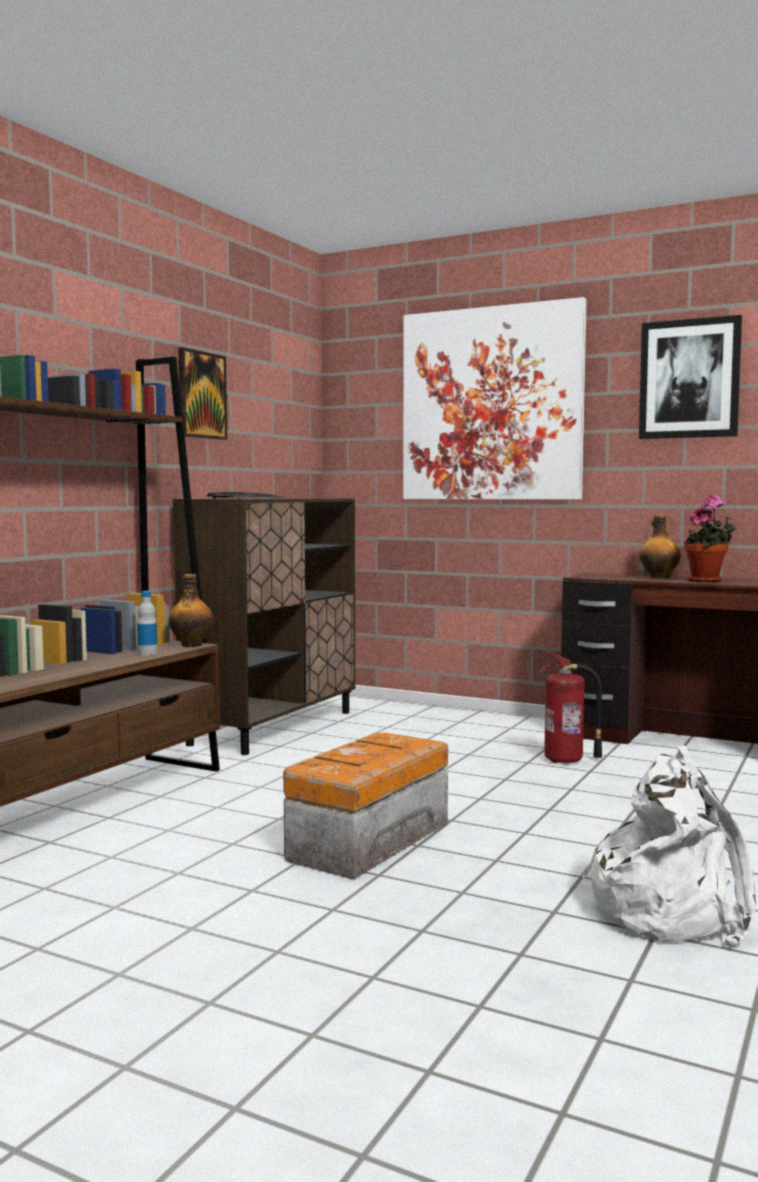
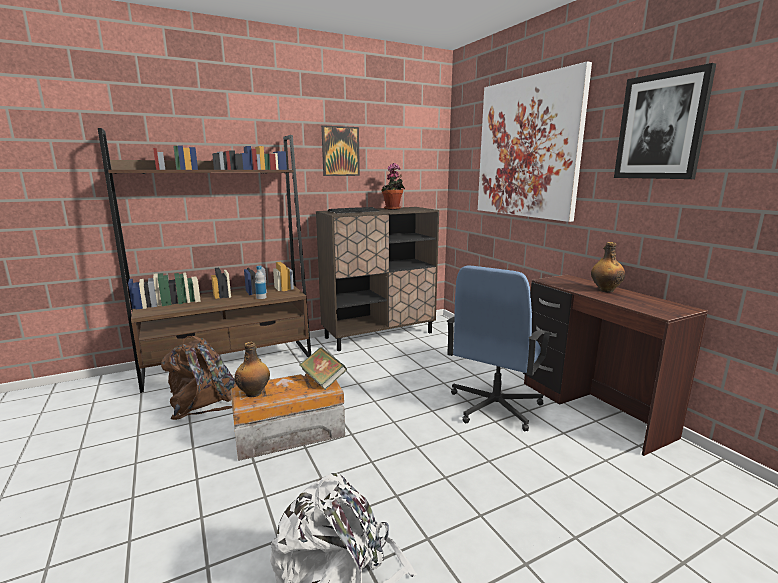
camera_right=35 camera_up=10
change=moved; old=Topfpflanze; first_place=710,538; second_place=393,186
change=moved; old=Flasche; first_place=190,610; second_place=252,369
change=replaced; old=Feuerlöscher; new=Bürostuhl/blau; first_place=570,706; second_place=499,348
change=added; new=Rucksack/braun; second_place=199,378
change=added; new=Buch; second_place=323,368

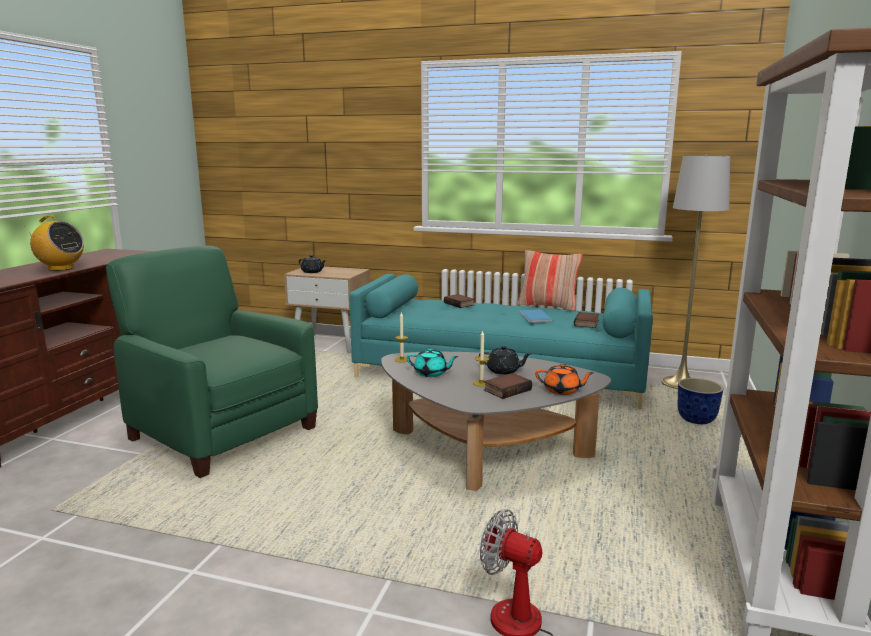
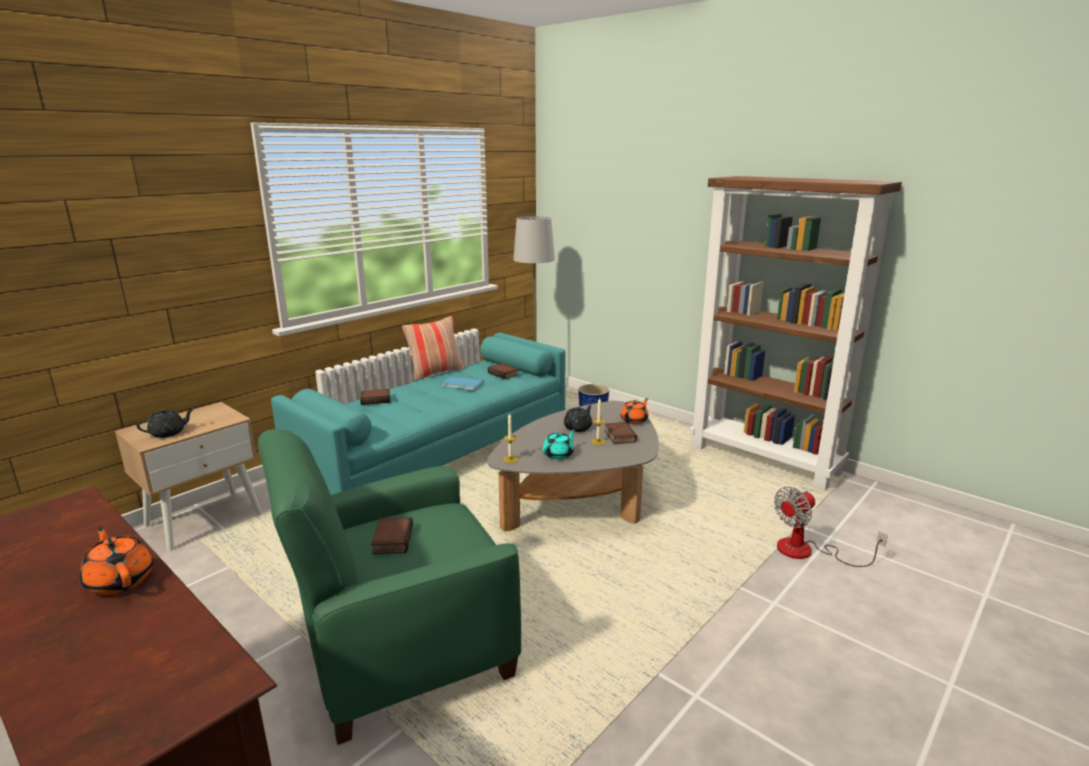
camera_right=-65 camera_up=5
change=replaced; old=Radio; new=Teekanne/orange; first_place=54,243; second_place=117,561
change=added; new=Buch; second_place=392,535

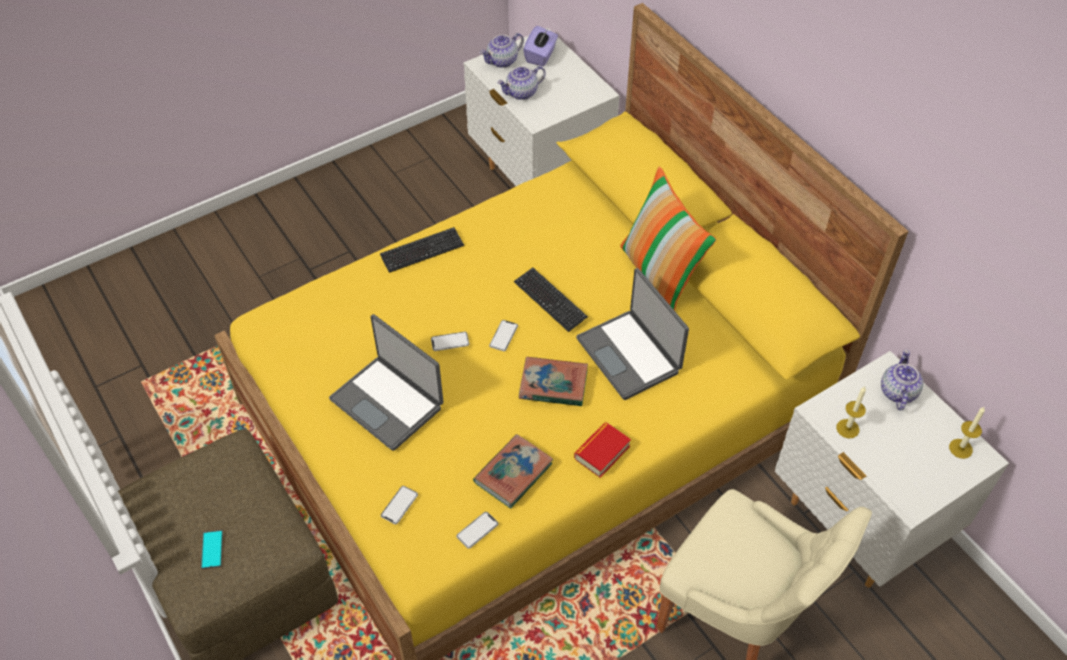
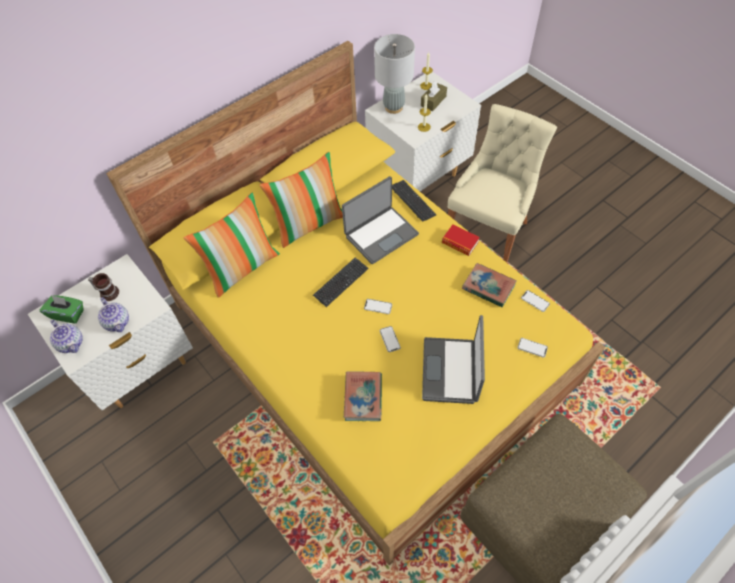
camera_right=-95 camera_up=5
change=recoloured; old=Taschentuchbox/lila; new=Taschentuchbox/grün; first_place=540,46; second_place=61,309
change=moved; old=Tastatur; first_place=422,250; second_place=414,201
change=turned; old=Laptop; first_place=386,382; second_place=453,359; degrees=150
change=replaced; old=Teekanne; new=Tischlampe/grau; first_place=902,379; second_place=394,74
change=moved; old=Buch; first_place=553,381; second_place=363,396
change=removed; old=Handy; first_place=212,549
change=added; new=Taschentuchbox/braun; second_place=434,96
change=added; new=Kissen; second_place=232,245
change=added; new=Henkelbecher; second_place=103,287

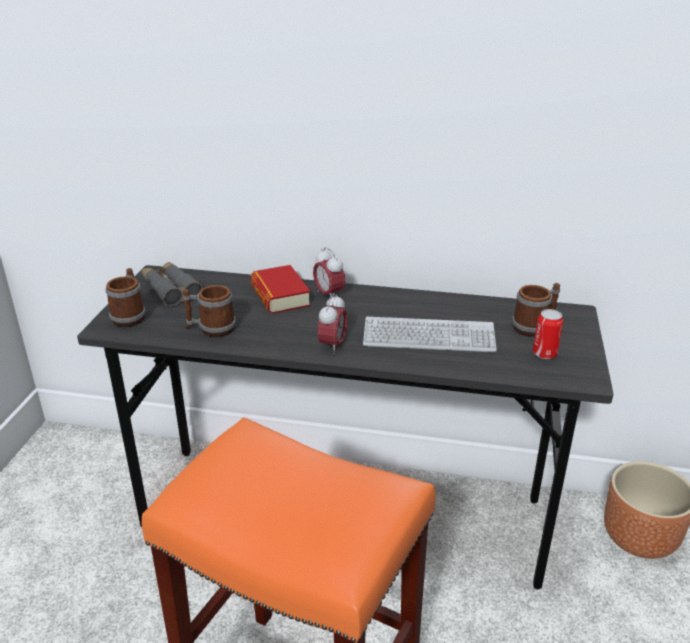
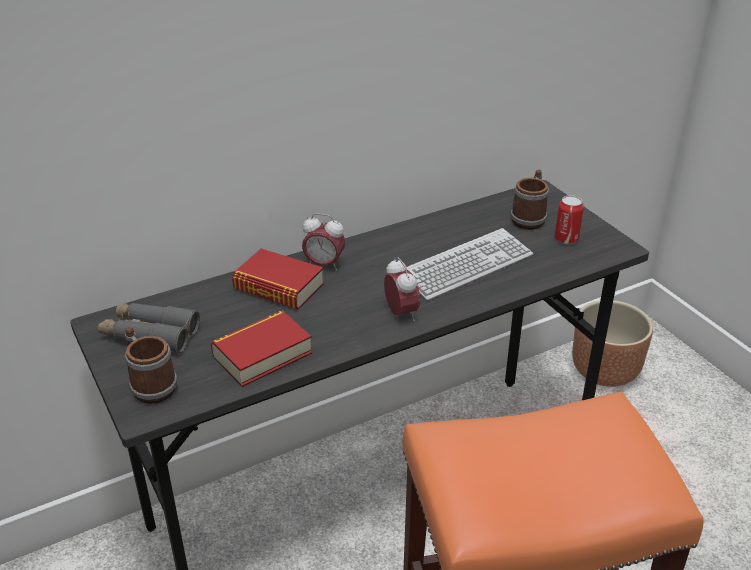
camera_right=-40 camera_up=5
change=replaced; old=Henkelbecher; new=Buch; first_place=209,311; second_place=261,349

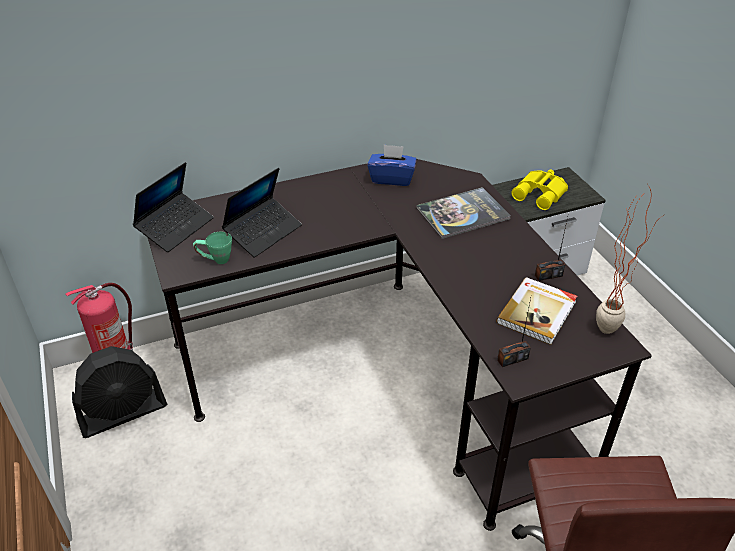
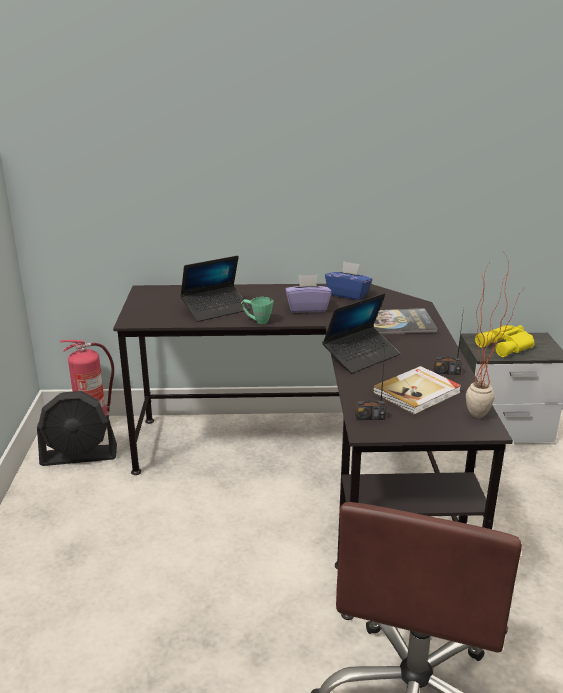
camera_right=20 camera_up=-15
change=moved; old=Laptop; first_place=173,207; second_place=361,333
change=moved; old=Henkelbecher/grün; first_place=212,248; second_place=257,310
change=added; new=Taschentuchbox/lila; second_place=308,294

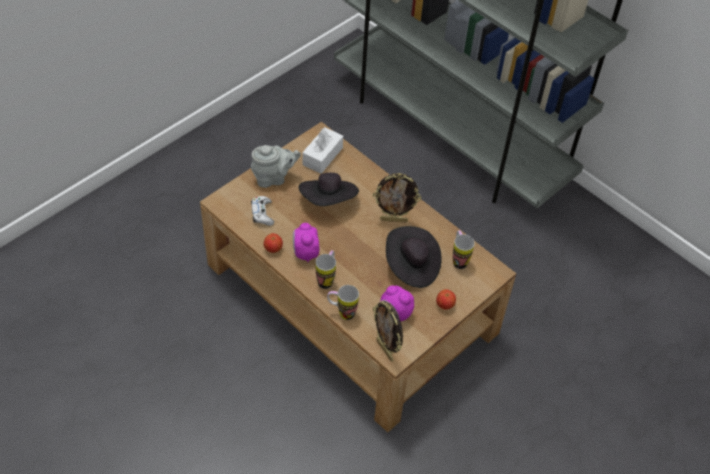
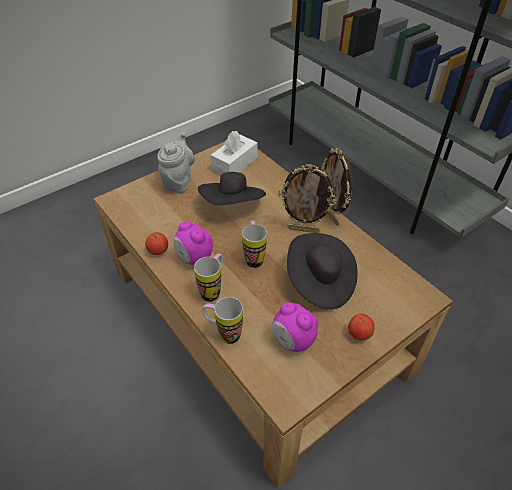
camera_right=10 camera_up=-5
change=turned; old=Teekanne/grau; first_place=276,166; second_place=176,162; degrees=-75
change=removed; old=Gamepad/weiß; first_place=262,211
change=turned; old=Wecker; first_place=306,242; second_place=193,243; degrees=-45
change=moved; old=Henkelbecher; first_place=464,249; second_place=254,244
change=moved; old=Bilderrahmen; first_place=388,331; second_place=337,186

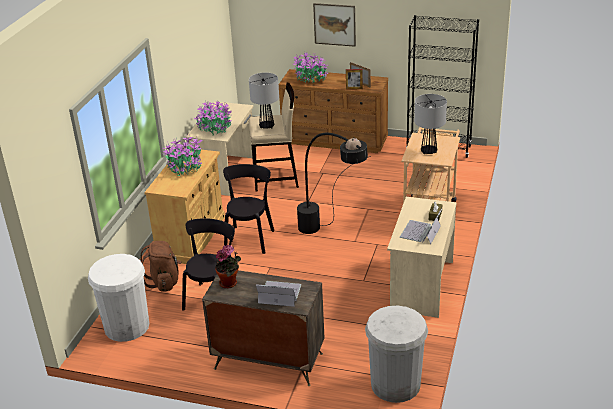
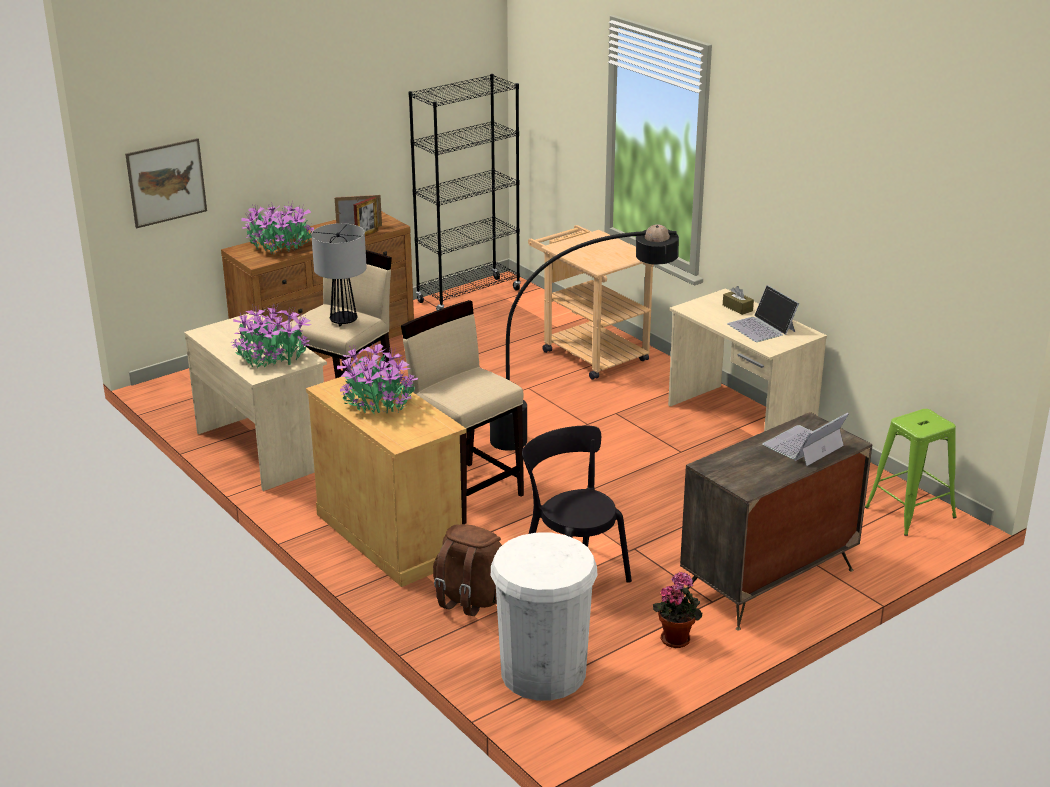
camera_right=-55 camera_up=-5
change=moved; old=Bild; first_place=334,25; second_place=166,183
change=removed; old=Tischlampe; first_place=430,124
change=replaced; old=Stuhl/schwarz; new=Hocker/beige; first_place=248,209; second_place=462,412
change=moved; old=Topfpflanze; first_place=228,266; second_place=677,610
change=replaced; old=Mülleimer/weiß; new=Hocker/grün; first_place=396,354; second_place=911,472

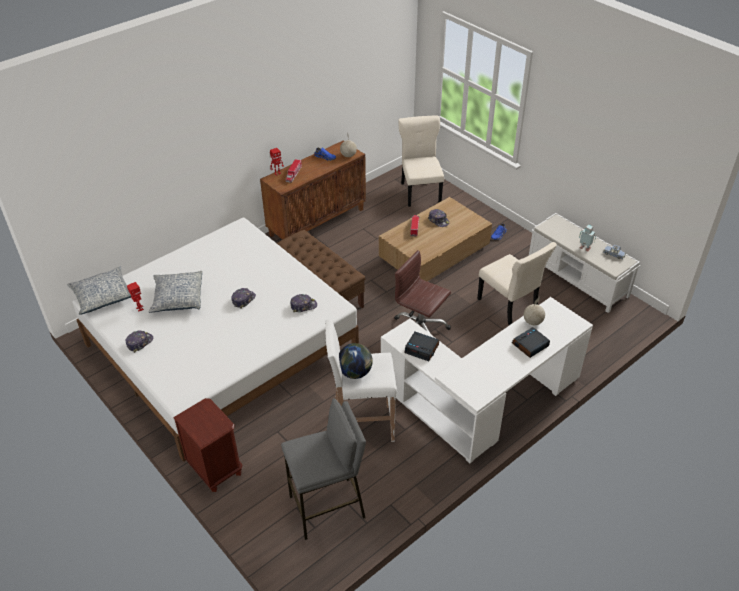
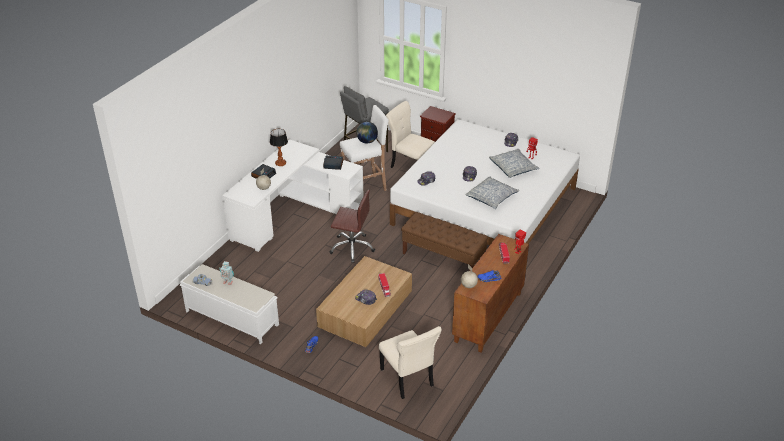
camera_right=160 camera_up=-5
change=moved; old=Stuhl/beige; first_place=517,283; second_place=410,134
change=moved; old=Kissen; first_place=99,291; second_place=492,192
change=added; new=Tischlampe; second_place=279,147

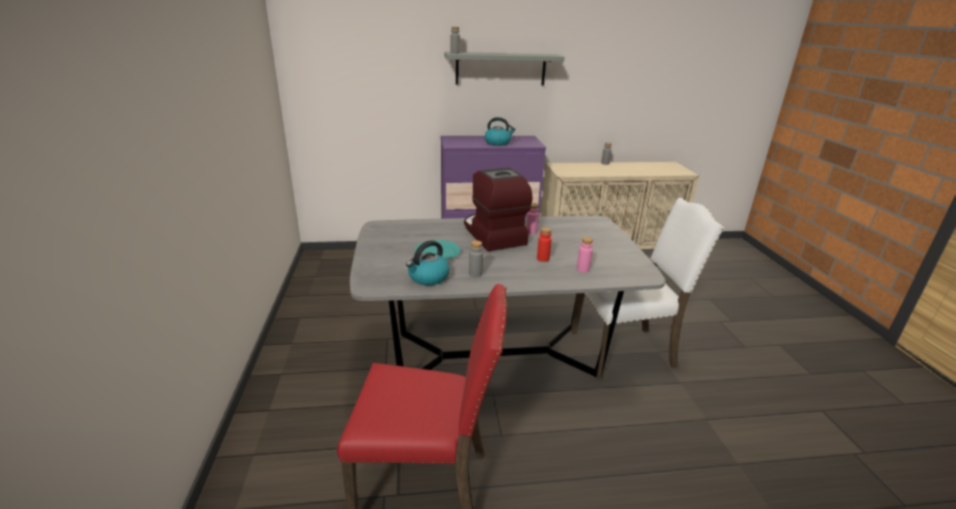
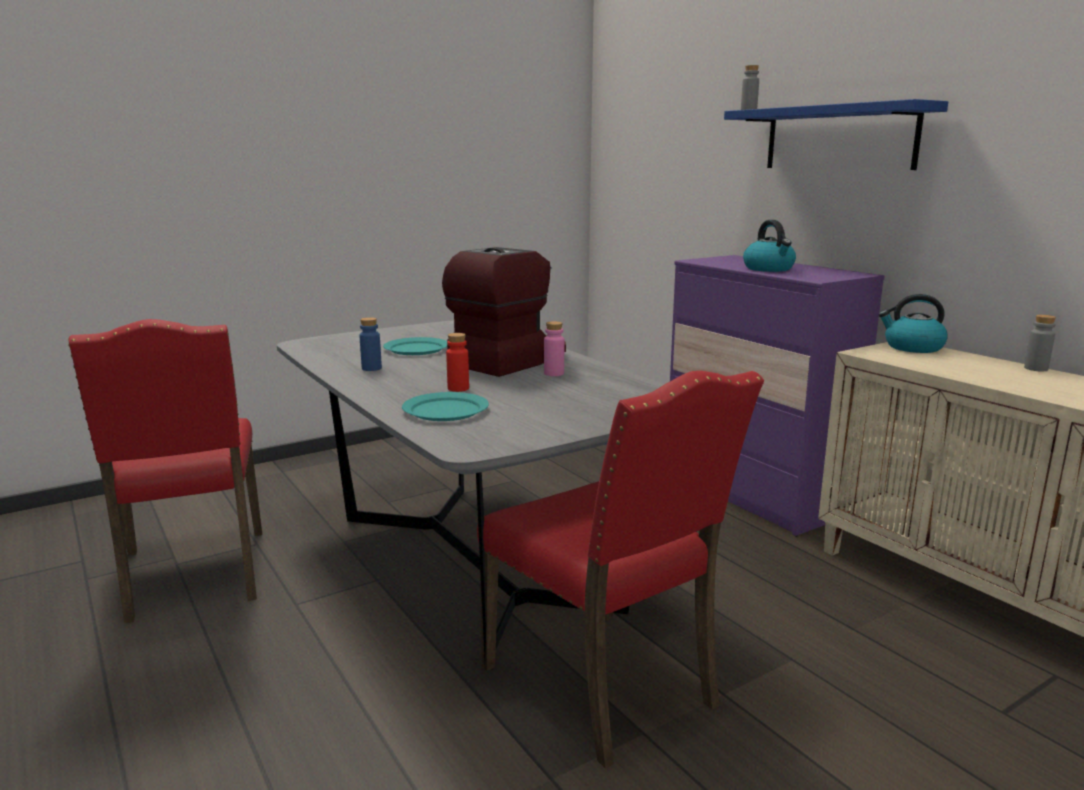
camera_right=65 camera_up=-10
change=recoloured; old=Wandregal/grau; new=Wandregal/blau; first_place=504,69; second_place=836,134
change=recoloured; old=Stuhl/weiß; new=Stuhl/rot; first_place=648,288; second_place=620,570
change=replaced; old=Flasche/rosa; new=Teller/türkis; first_place=585,255; second_place=445,406
change=moved; old=Wasserkessel; first_place=428,262; second_place=913,323
change=recoloured; old=Flasche/grau; new=Flasche/blau; first_place=476,258; second_place=370,344

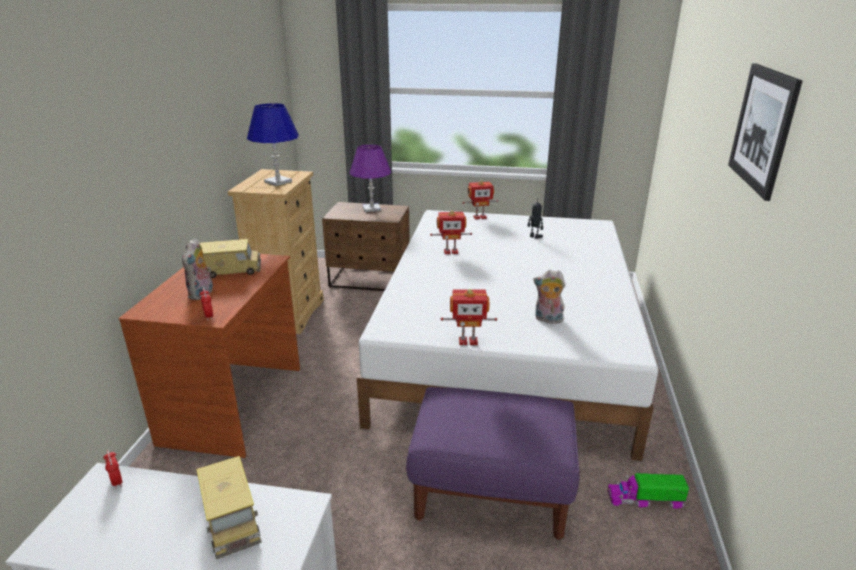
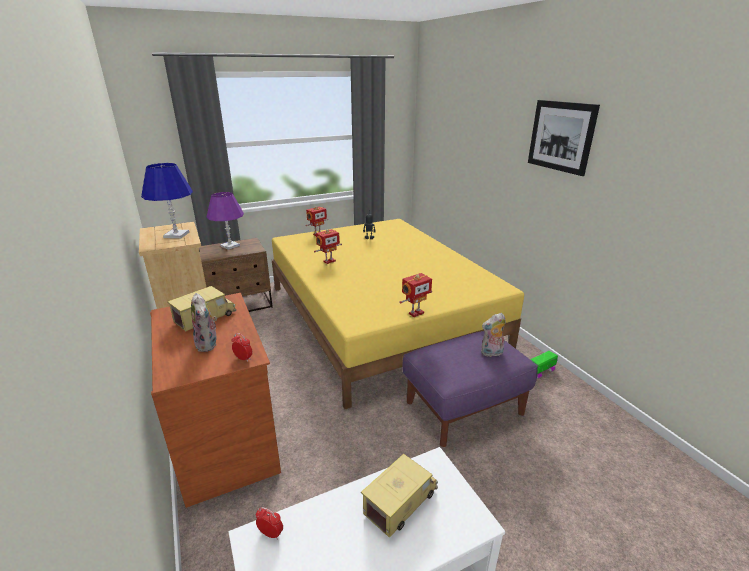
camera_right=-35 camera_up=0
change=recoloured; old=Bett/weiß; new=Bett/gelb; first_place=507,335; second_place=398,314
change=moved; old=Plüschtier; first_place=549,297; second_place=493,335
change=turned; old=Spielzeuglaster; first_place=229,507; second_place=399,496; degrees=-75

